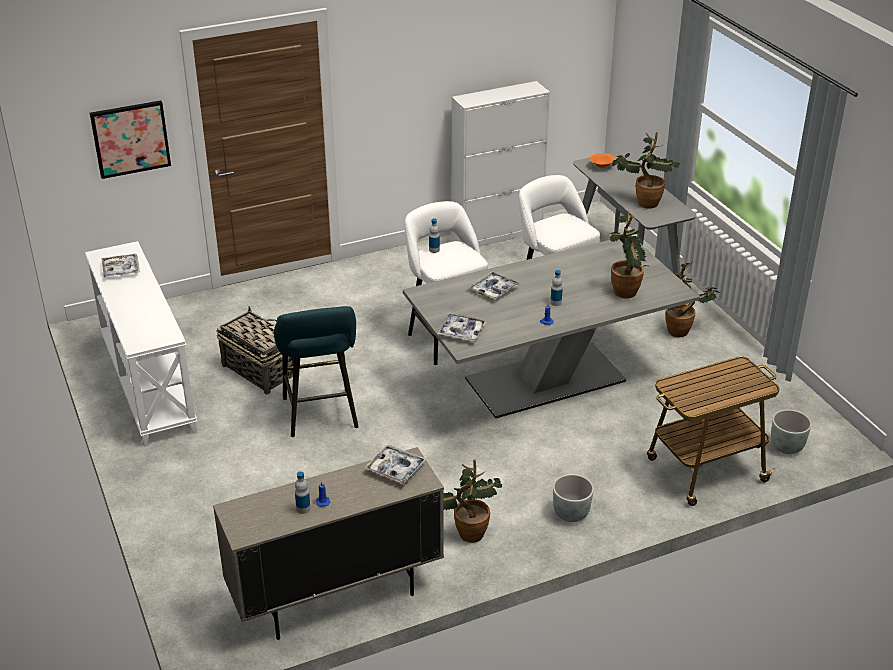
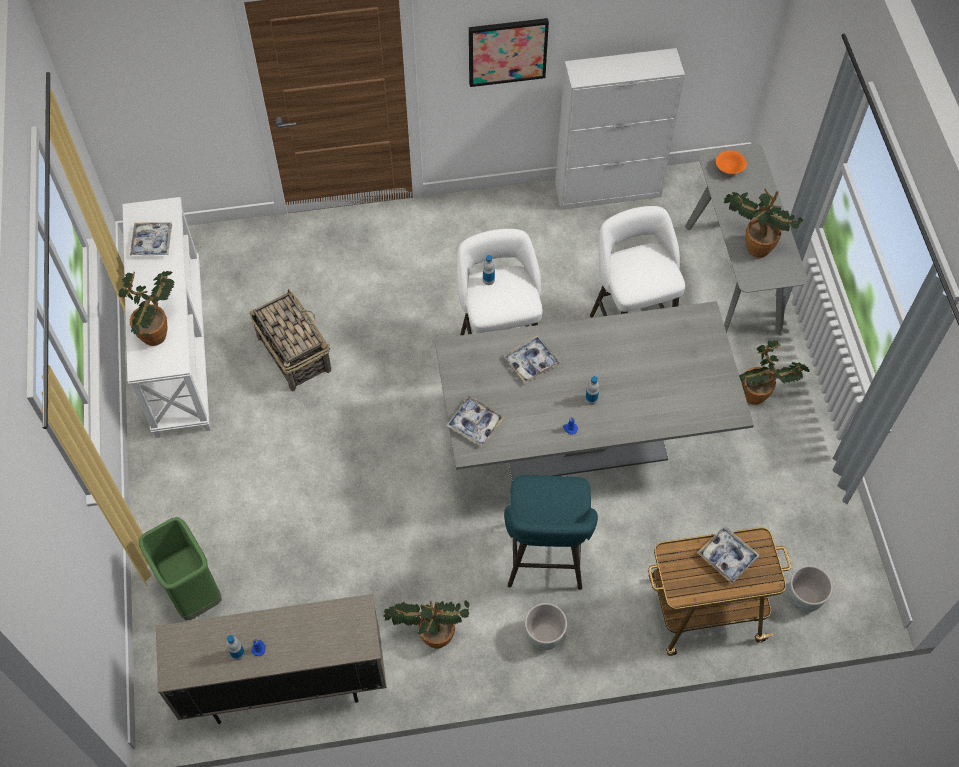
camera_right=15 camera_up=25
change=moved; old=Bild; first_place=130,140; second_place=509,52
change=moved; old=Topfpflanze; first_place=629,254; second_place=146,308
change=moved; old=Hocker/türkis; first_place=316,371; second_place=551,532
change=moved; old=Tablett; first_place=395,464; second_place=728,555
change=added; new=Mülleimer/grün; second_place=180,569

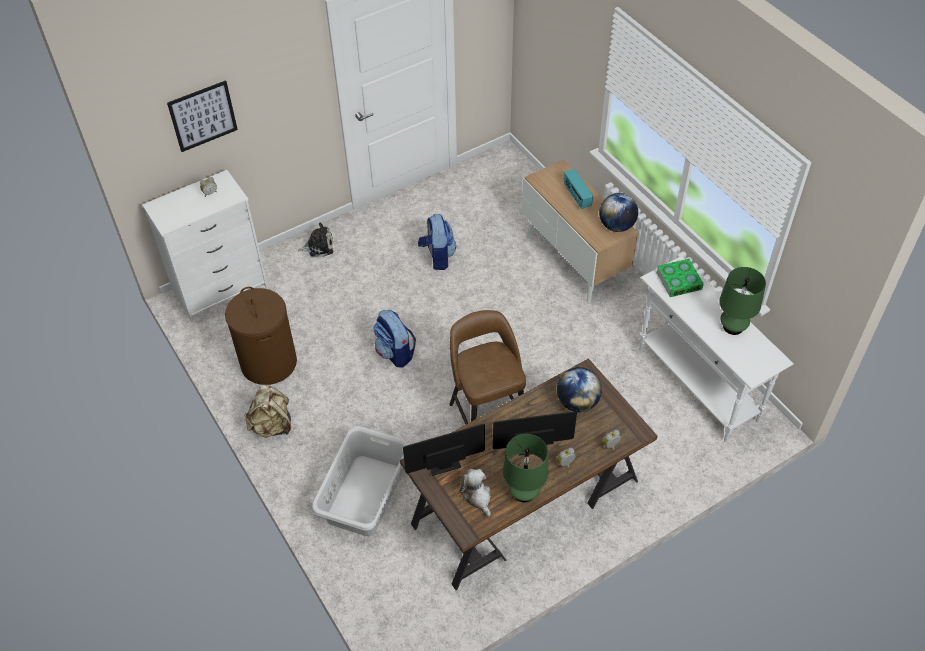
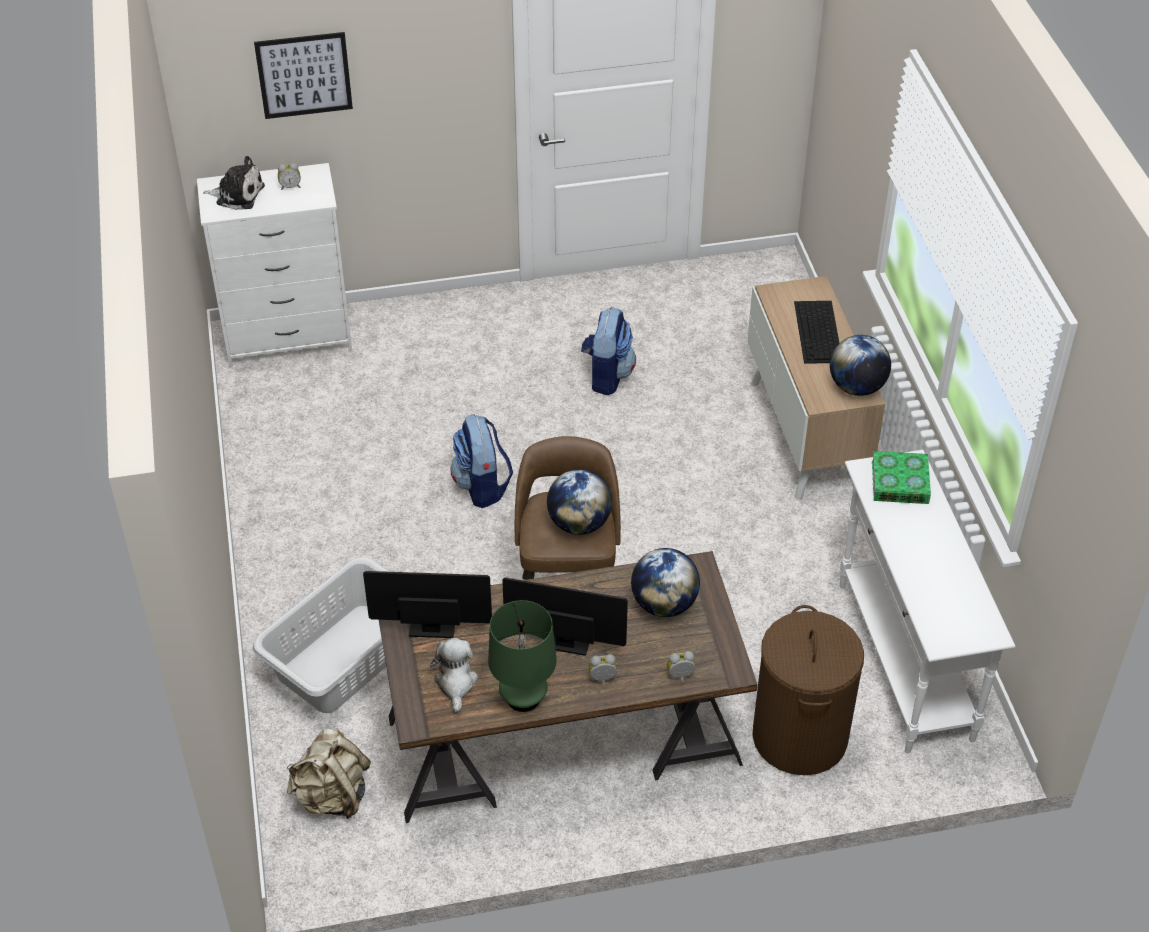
camera_right=20 camera_up=-5
change=replaced; old=Radio; new=Tastatur; first_place=579,189; second_place=816,332
change=moved; old=Plüschtier; first_place=315,239; second_place=234,183
change=removed; old=Tischlampe/grün; first_place=742,301
change=moved; old=Wäschekorb/braun; first_place=261,336; second_place=808,690
change=moved; old=Rucksack/beige; first_place=267,411; second_place=329,774
change=added; new=Globus; second_place=579,502

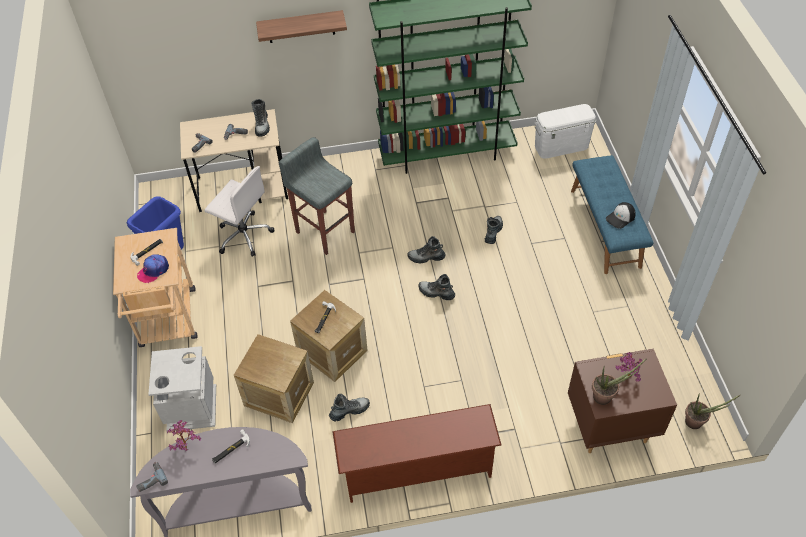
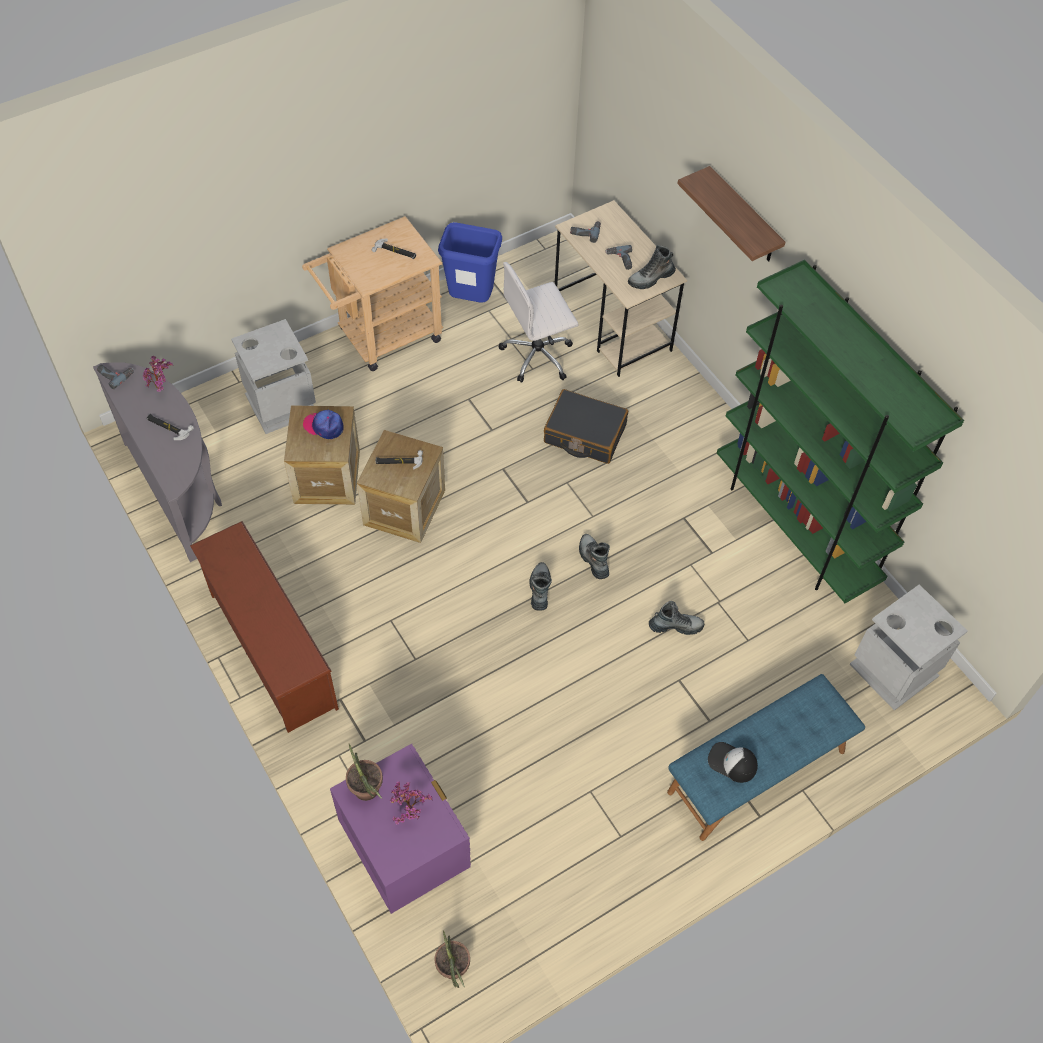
camera_right=65 camera_up=5
change=replaced; old=Aufbewahrungsbox/weiß; new=Mülleimer/grau; first_place=565,131; second_place=908,647
change=replaced; old=Hocker/grau; new=Koffer/schwarz; first_place=317,196; second_place=586,426
change=turned; old=Bürostuhl/weiß; first_place=239,211; second_place=539,322; degrees=60
change=moved; old=Kappe; first_place=153,268; second_place=323,425
change=recoloured; old=Nachttisch/braun; new=Nachttisch/lila; first_place=622,400; second_place=400,829
change=removed; old=Stiefel; first_place=349,407

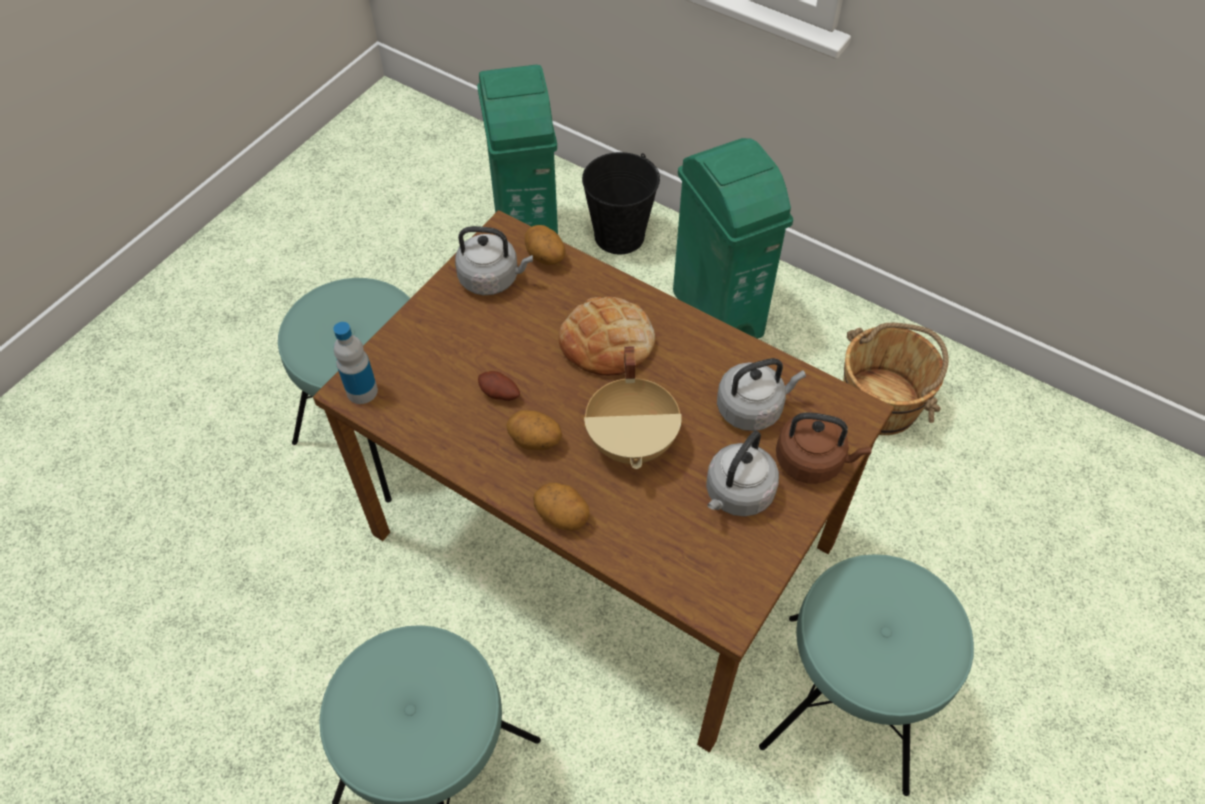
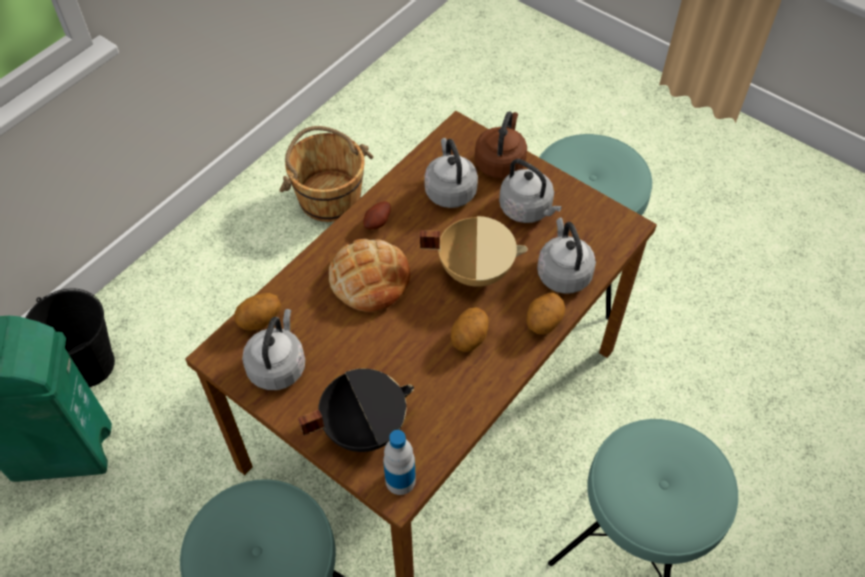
camera_right=-85 camera_up=0
change=removed; old=Mülleimer/grün; first_place=733,238
change=moved; old=Kartoffel; first_place=499,386; second_place=377,215
change=added; new=Wasserkessel/grau; second_place=566,256
change=added; new=Kochtopf/schwarz; second_place=356,410

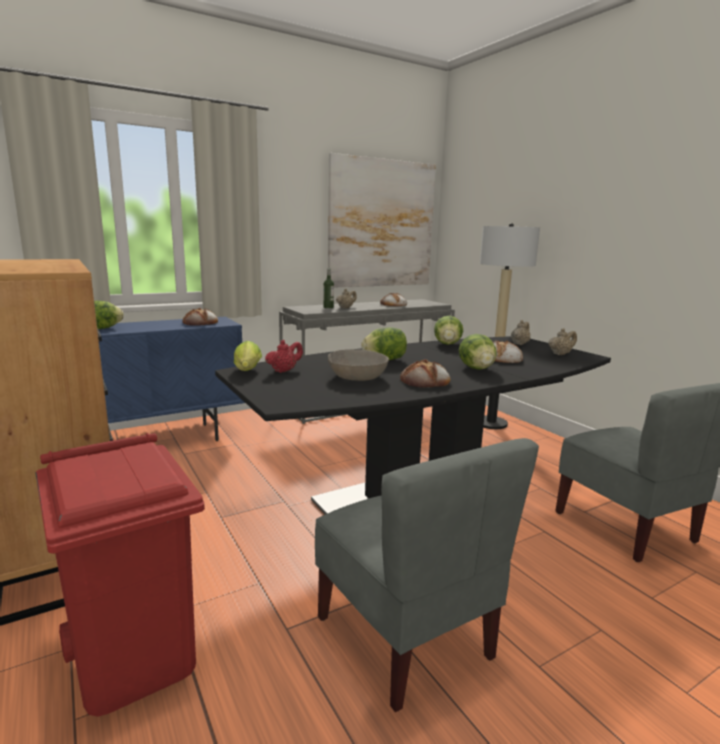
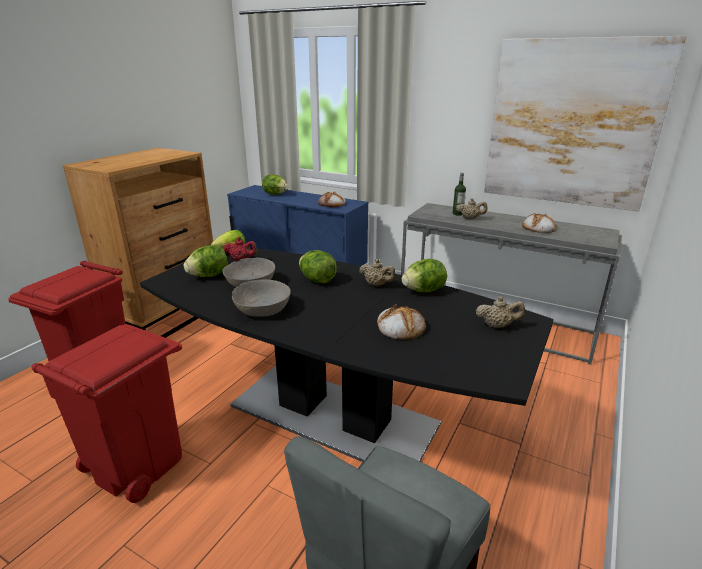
camera_right=60 camera_up=10
change=removed; old=Stehlampe; first_place=510,326
change=moved; old=Teekanne/beige; first_place=562,341; second_place=377,272
change=moved; old=Salatkopf; first_place=478,352; second_place=206,261
change=replaced; old=Brot; new=Schüssel/grau; first_place=425,373; second_place=261,298
change=replaced; old=Stuhl/grau; new=Mülleimer/rot; first_place=427,575; second_place=106,413

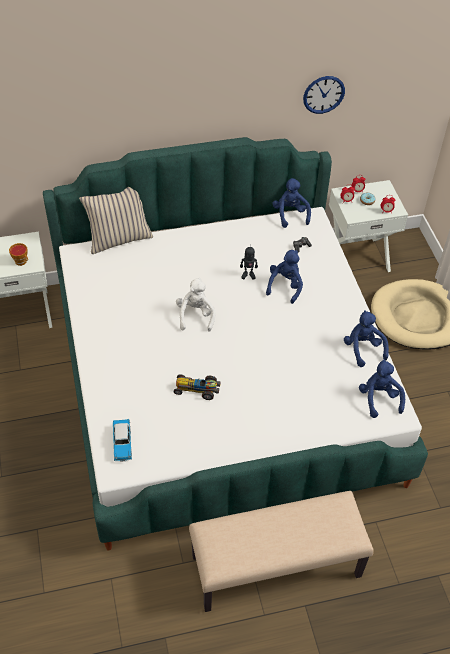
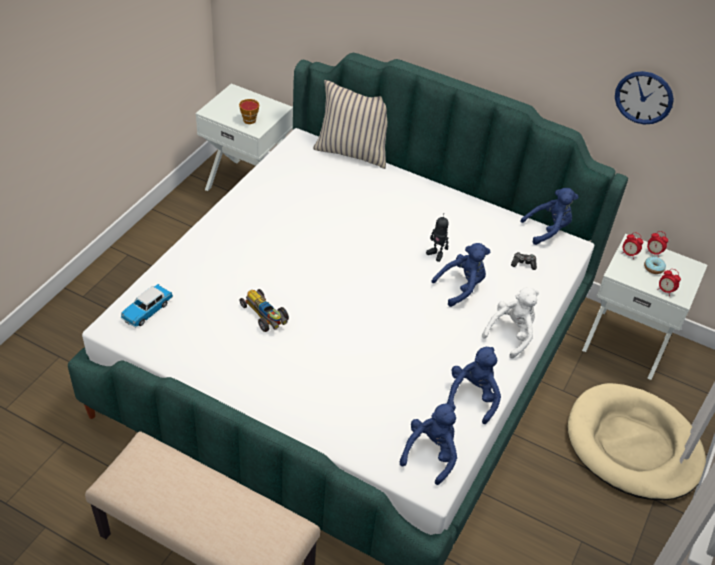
camera_right=40 camera_up=-5
change=turned; old=Plüschtier/blau; first_place=291,203; second_place=549,216; degrees=45
change=moved; old=Plüschtier/weiß; first_place=195,305; second_place=510,323

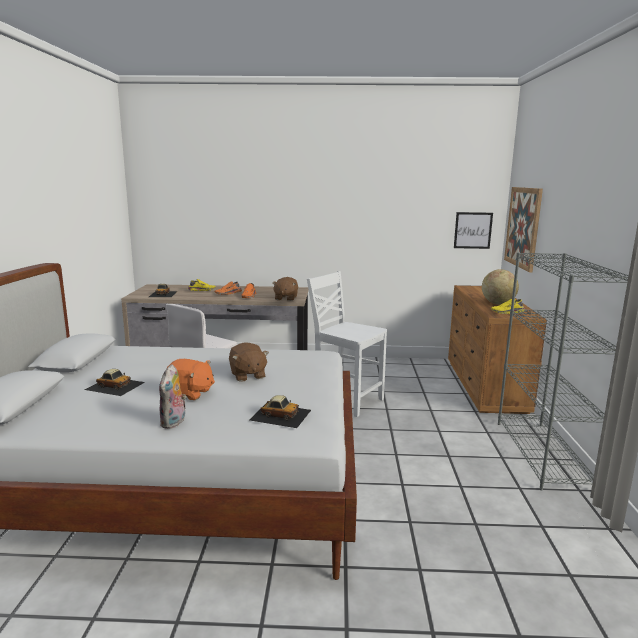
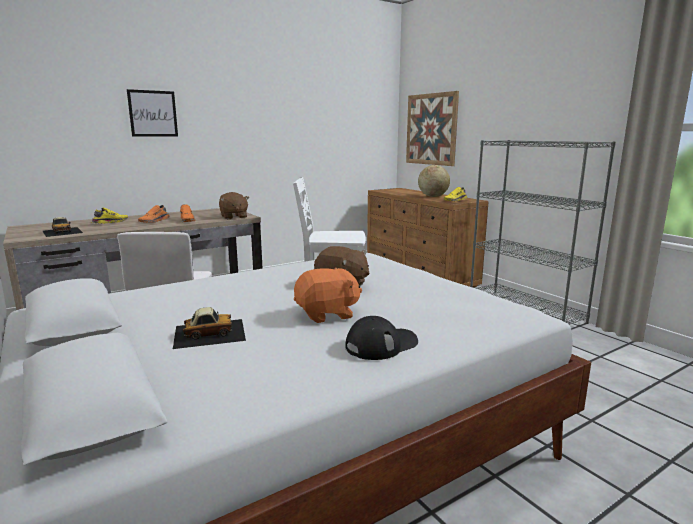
camera_right=-35 camera_up=0
change=moved; old=Bild; first_place=473,230; second_place=152,113
change=replaced; old=Plüschtier; new=Kappe/schwarz; first_place=172,396; second_place=382,338
change=removed; old=Spielzeugauto; first_place=280,411

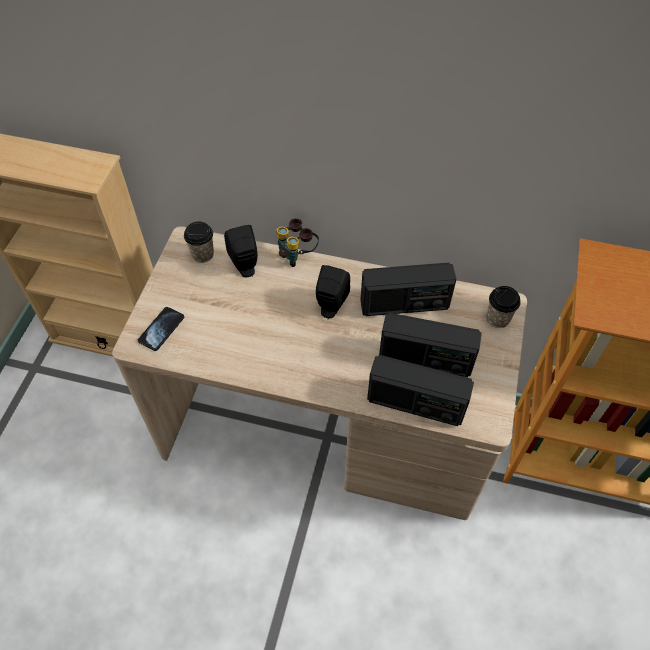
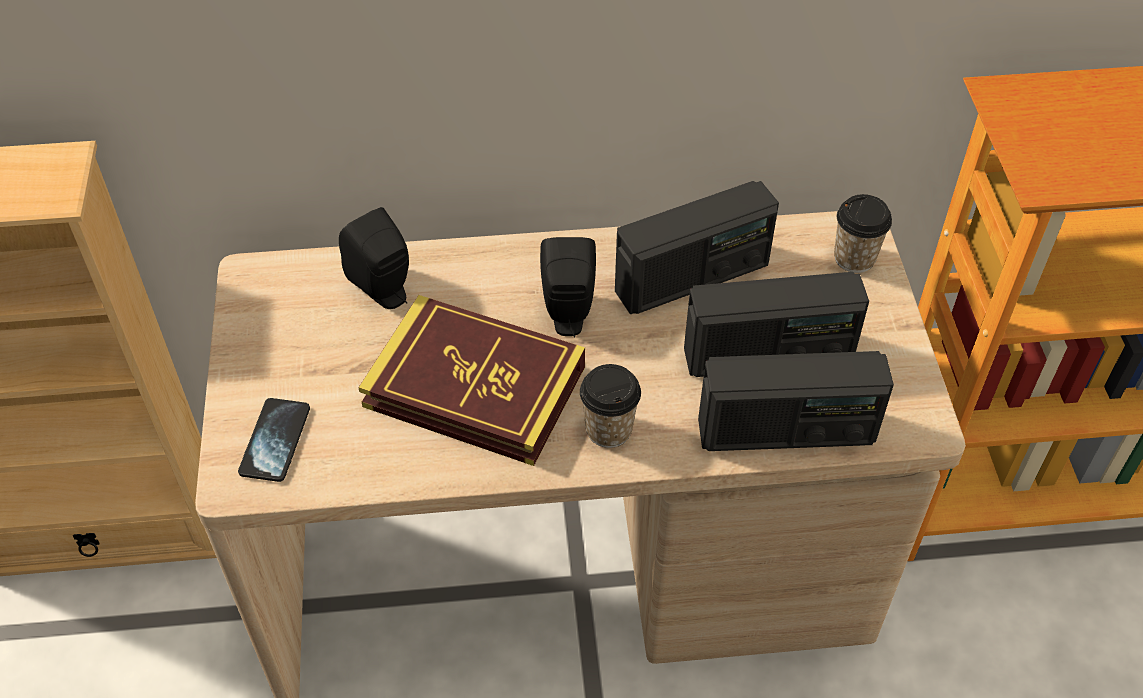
camera_right=-20 camera_up=-5
change=removed; old=Fernglas; first_place=297,242
change=moved; old=Tasse; first_place=199,242; second_place=610,406
change=added; new=Buch; second_place=471,380

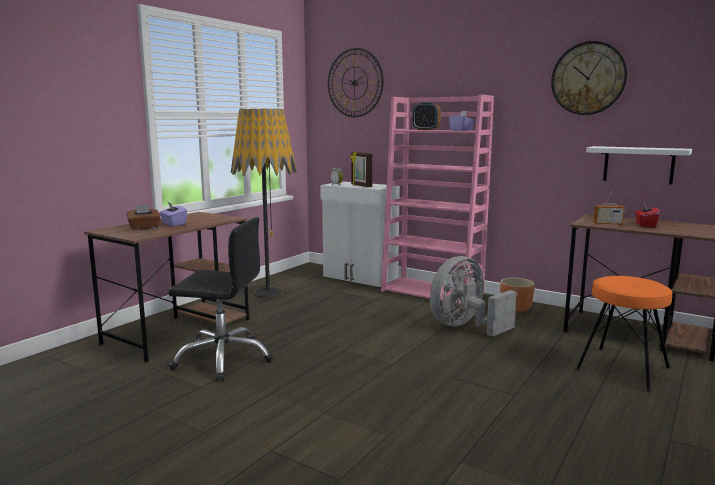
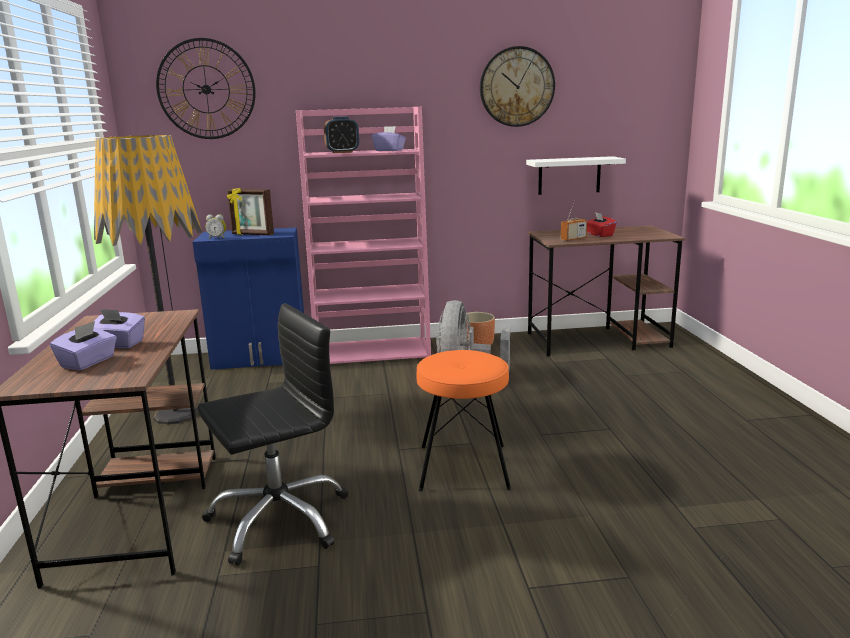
camera_right=-40 camera_up=5
change=recoloured; old=Schrank/weiß; new=Schrank/blau; first_place=360,234; second_place=248,298
change=recoloured; old=Taschentuchbox/braun; new=Taschentuchbox/lila; first_place=143,217; second_place=83,345
change=moved; old=Hocker/orange; first_place=623,334; second_place=464,420

